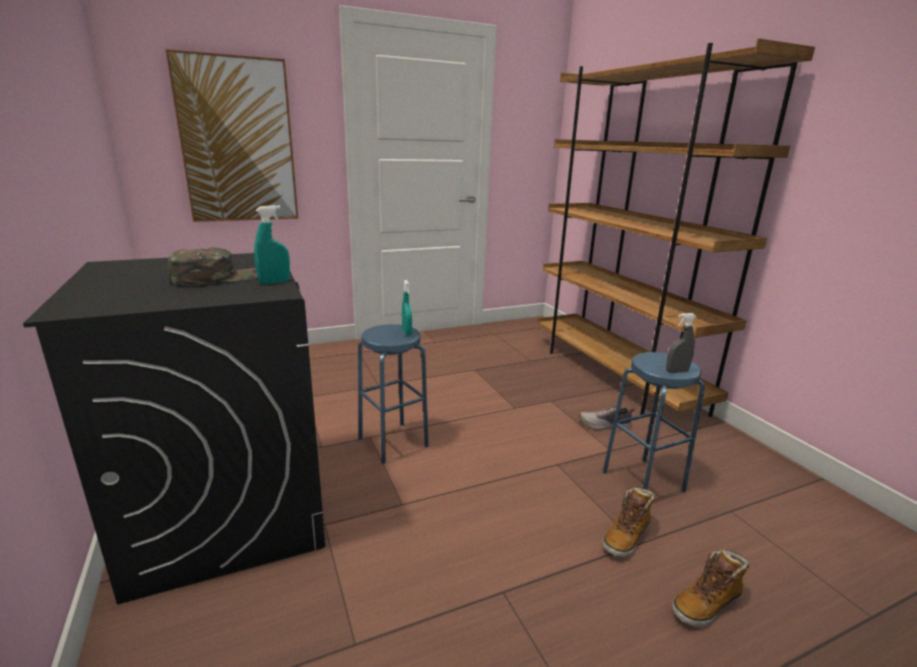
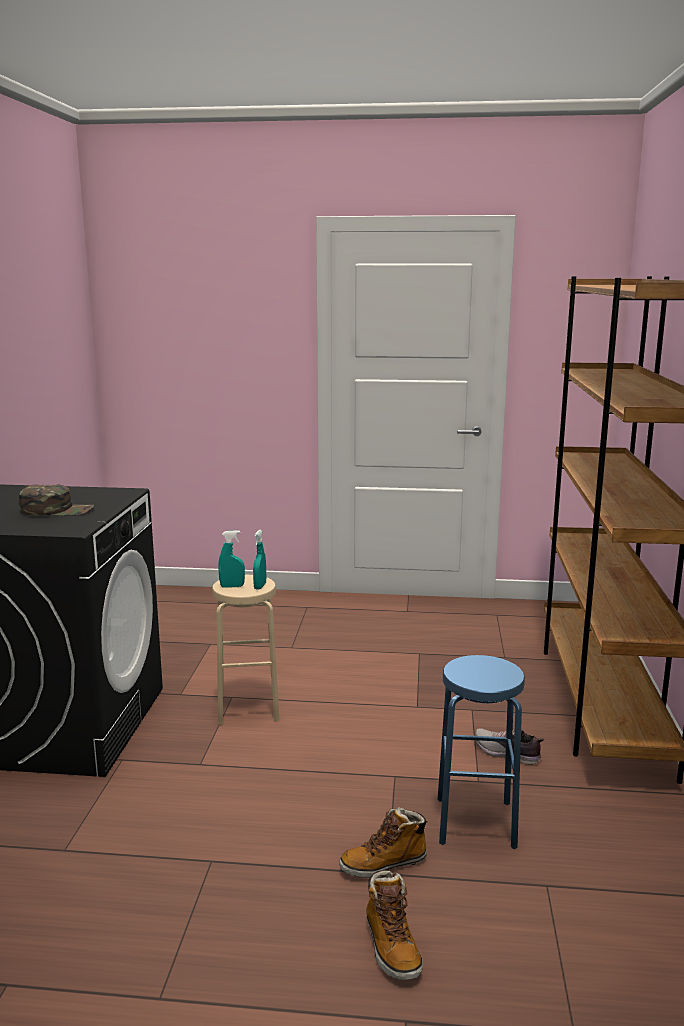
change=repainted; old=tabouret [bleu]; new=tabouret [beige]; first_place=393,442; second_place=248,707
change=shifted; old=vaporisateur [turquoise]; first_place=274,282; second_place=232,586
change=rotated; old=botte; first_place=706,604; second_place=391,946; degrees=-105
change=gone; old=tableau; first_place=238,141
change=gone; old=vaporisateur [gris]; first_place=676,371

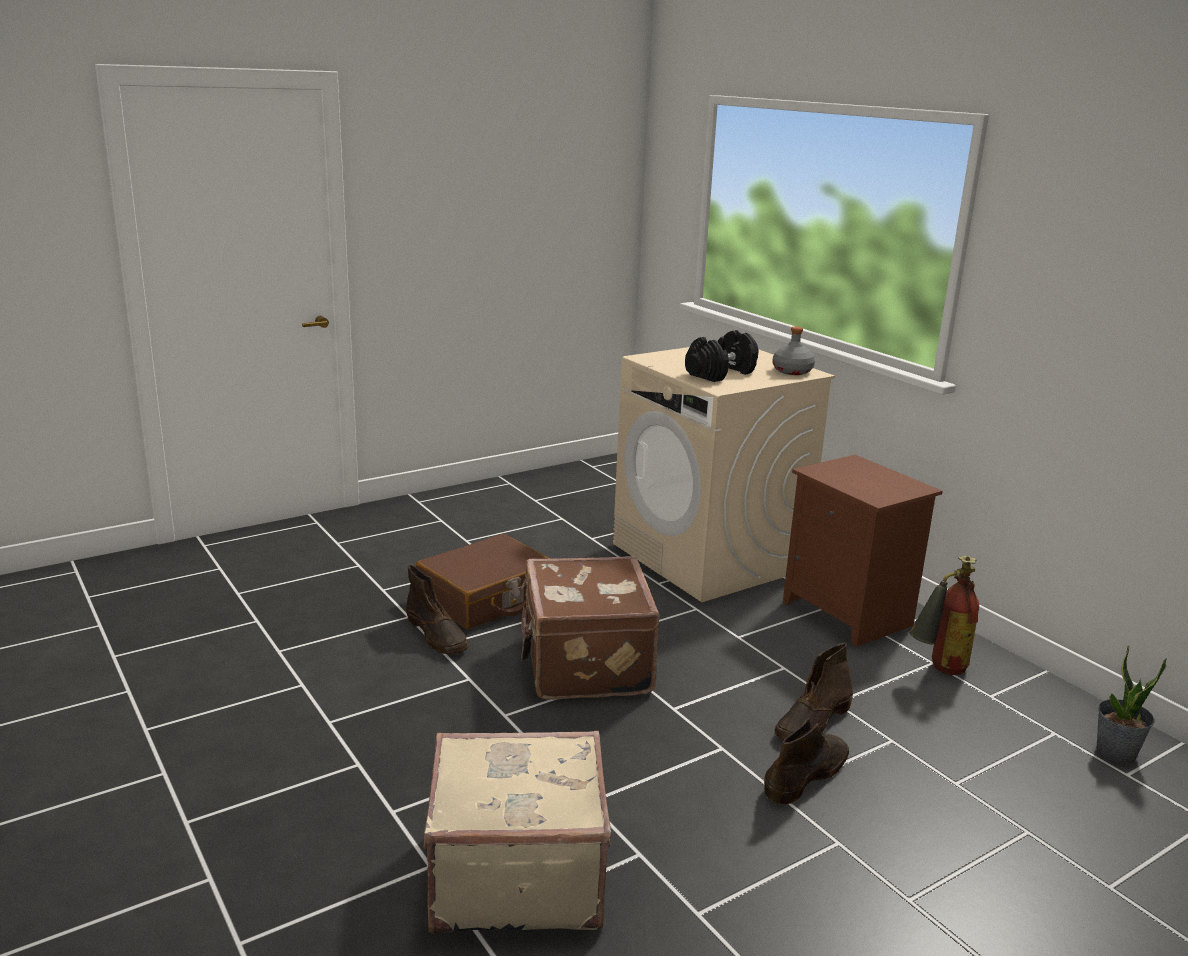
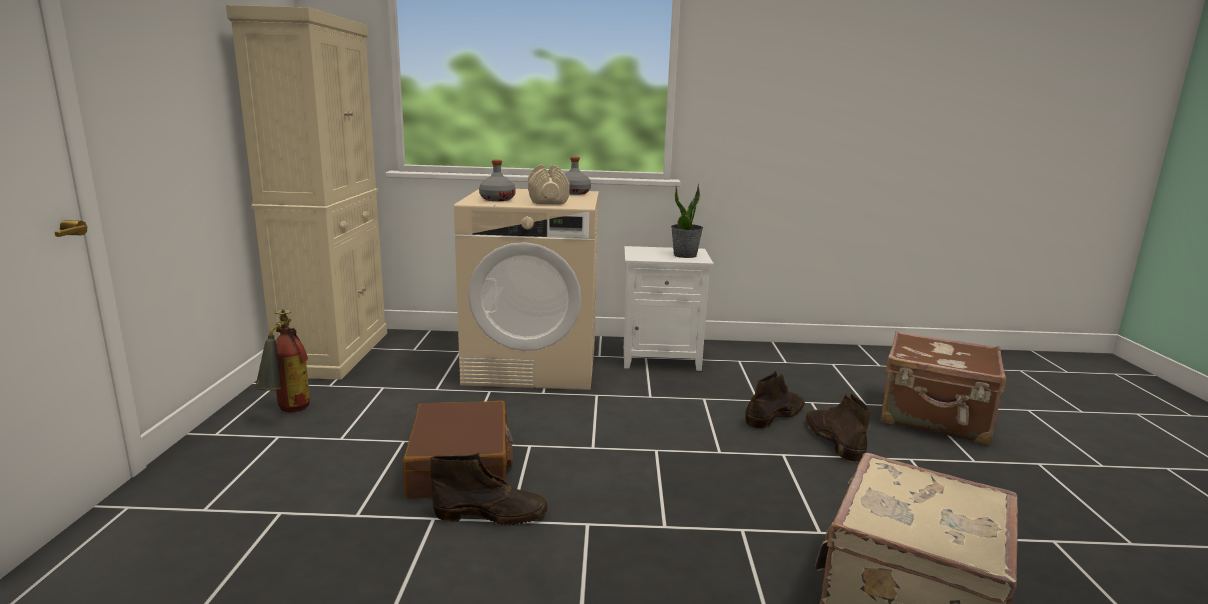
change=new; new=meuble de rangement [beige]; second_place=335,353
change=shifted; old=extincteur; first_place=937,670; second_place=287,412
change=new; new=bouteille [gris]; second_place=497,199
change=repainted; old=haltère [noir]; new=haltère [beige]; first_place=720,373; second_place=547,200
change=repainted; old=table de chevet [marron]; new=table de chevet [blanc]; first_place=849,614; second_place=662,357
change=shifted; old=plante en pot; first_place=1116,752; second_place=685,255
change=rotated; old=botte [marron]; first_place=812,722; second_place=775,415; degrees=-120
change=shifted; old=valise [marron]; first_place=584,665; second_place=934,418

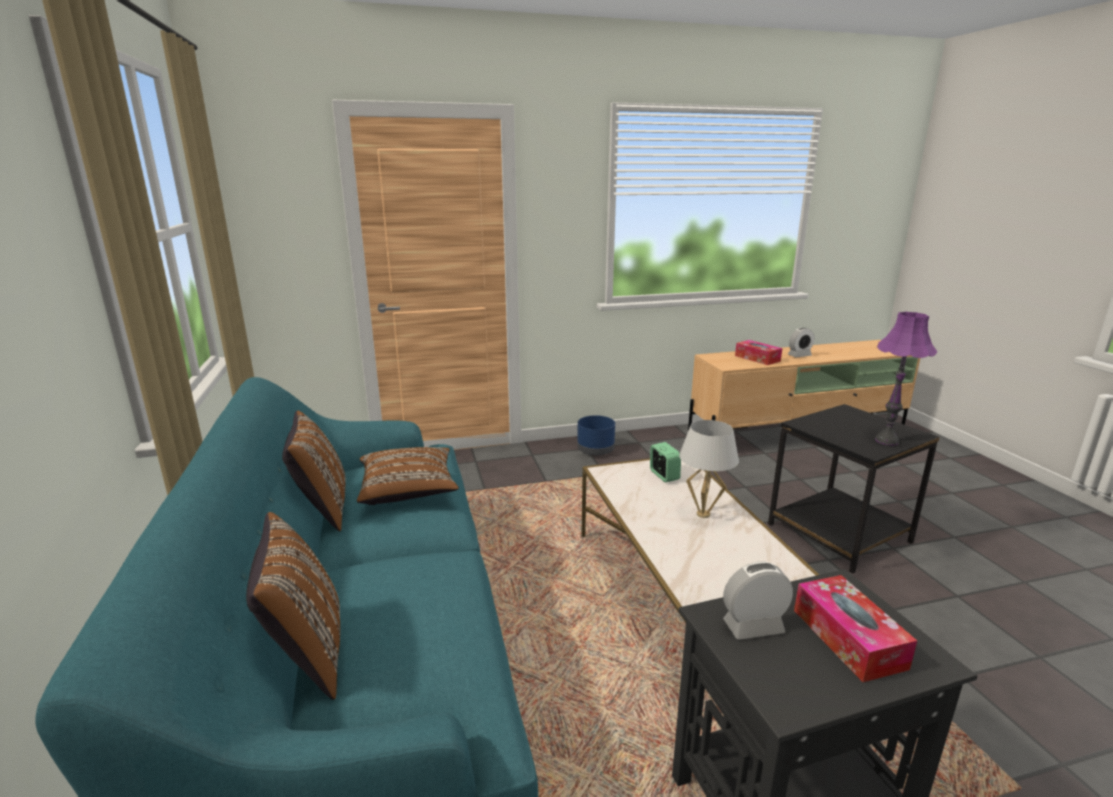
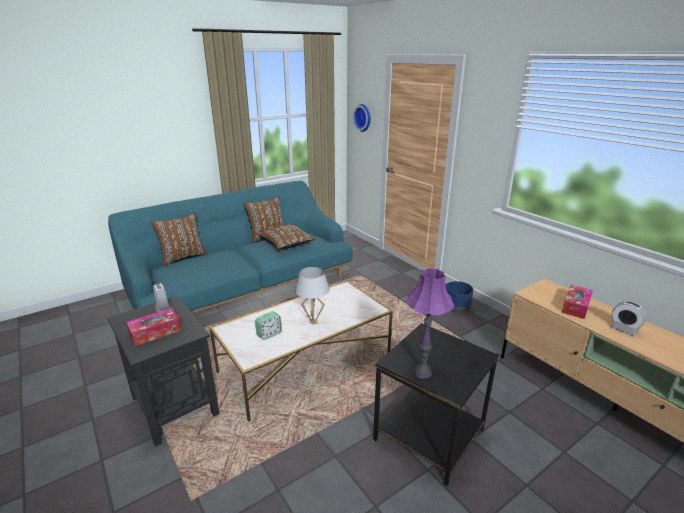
change=shifted; old=réveil; first_place=664,475; second_place=269,334
change=new; new=horloge murale; second_place=363,117

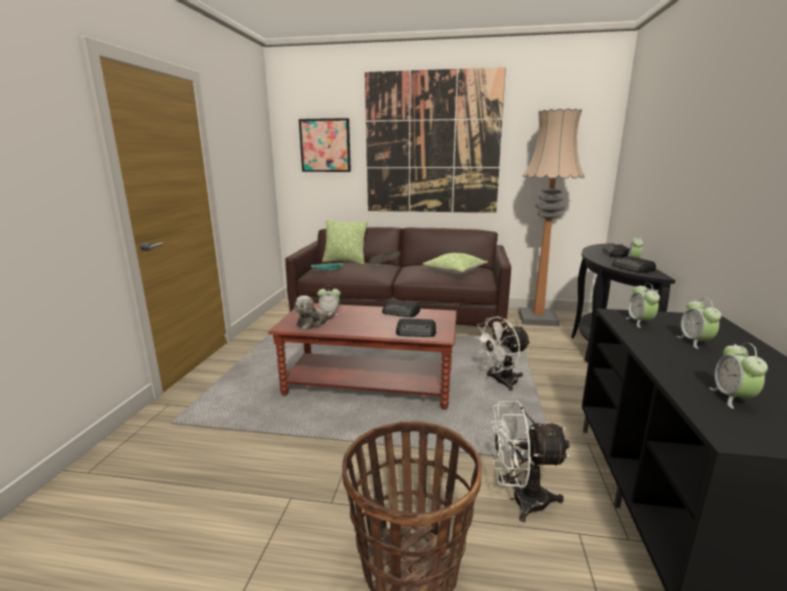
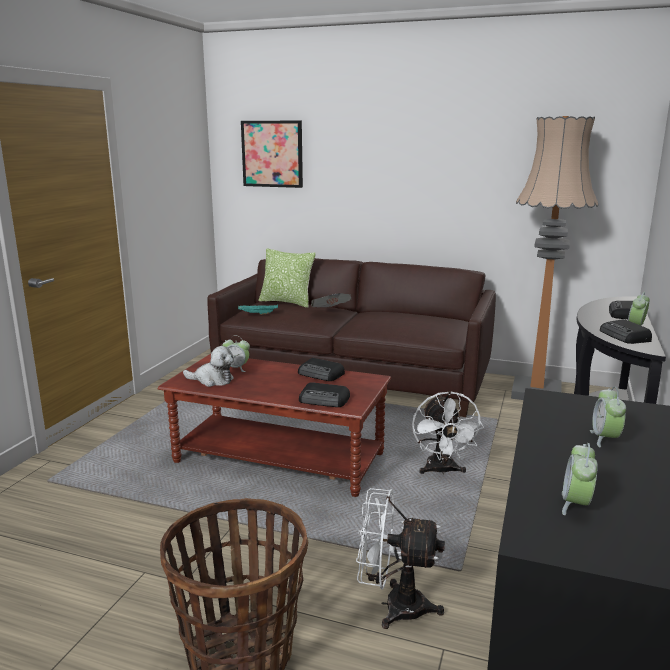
change=rotated; old=peluche; first_place=314,323; second_place=212,380; degrees=-135
change=rotated; old=ventilateur [blanc]; first_place=501,382; second_place=441,471; degrees=-75
change=gone; old=tableau; first_place=432,144
change=gone; old=coussin; first_place=454,271
change=gone; old=réveil; first_place=639,322

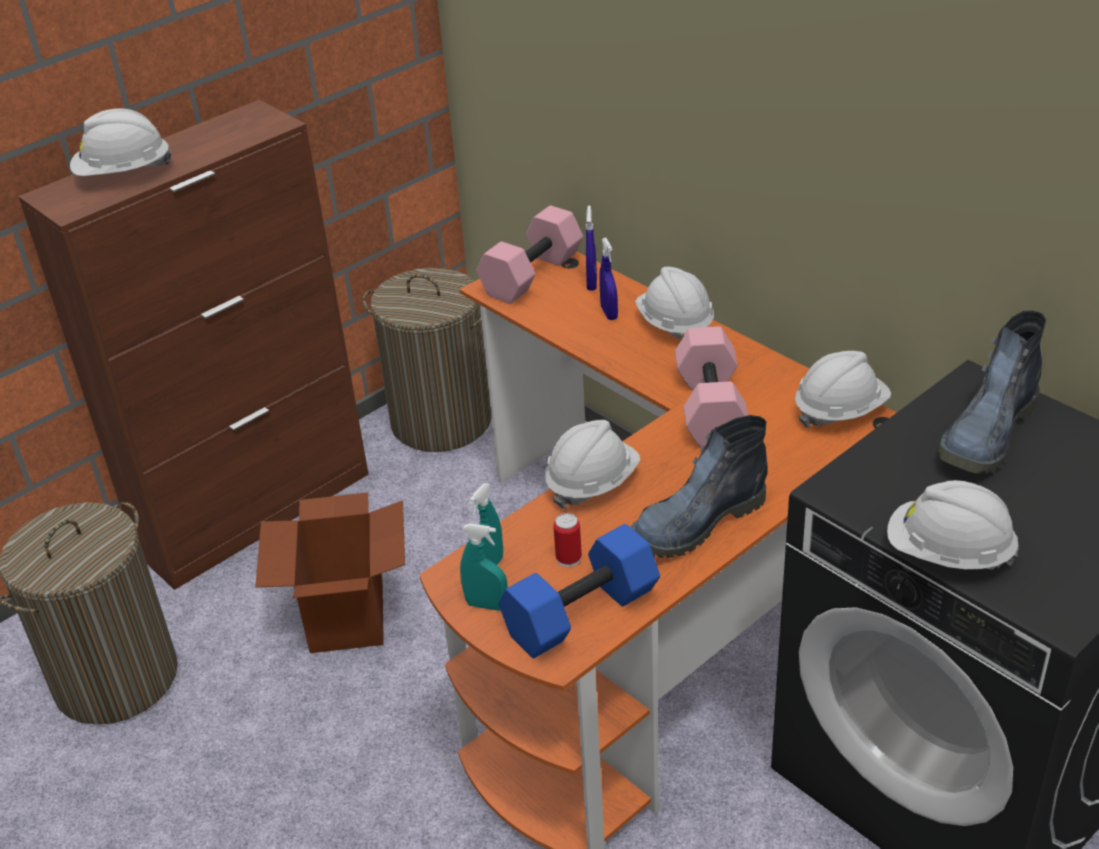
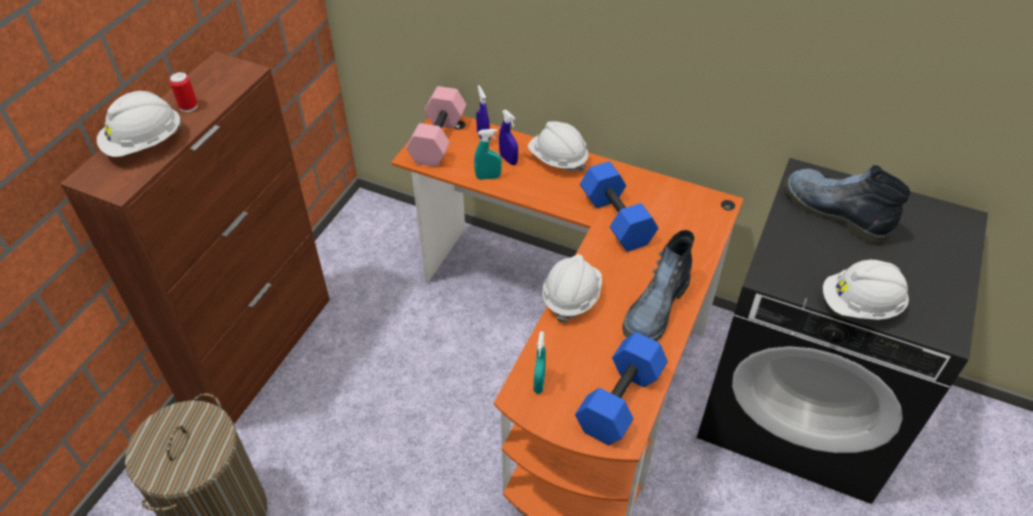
change=shifted; old=boîte métallique; first_place=568,558; second_place=188,106
change=shifted; old=vaporisateur [turquoise]; first_place=486,605; second_place=488,177
change=repainted; old=haltère [rose]; new=haltère [bleu]; first_place=708,408; second_place=614,219
change=rotated; old=botte; first_place=987,436; second_place=833,212; degrees=120
change=gone; old=carton; first_place=346,615
change=gone; old=panier à linge; first_place=441,421
change=gone; old=casque de chantier [blanc]; first_place=840,411

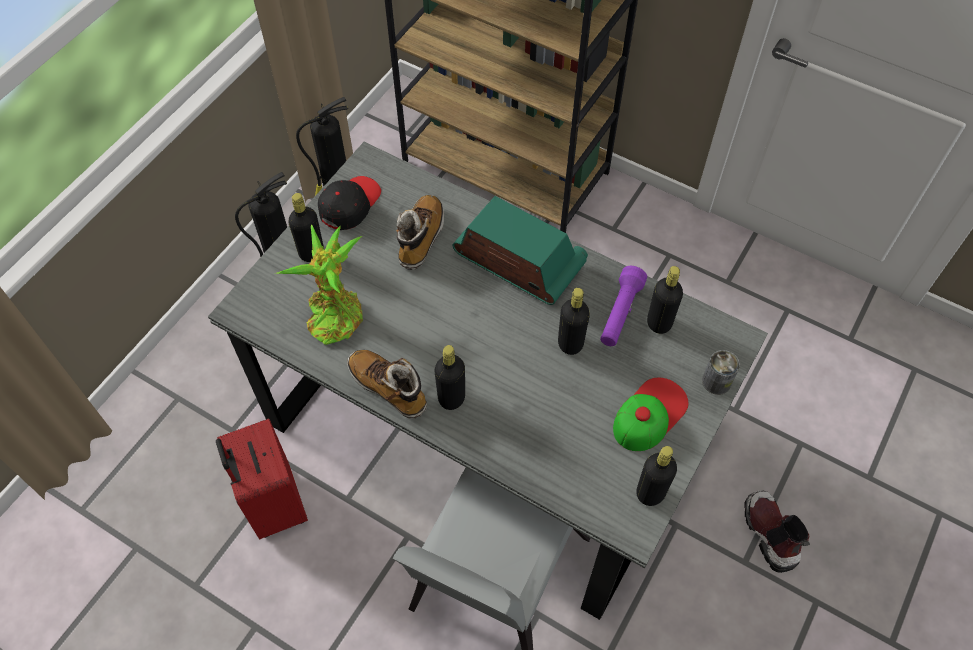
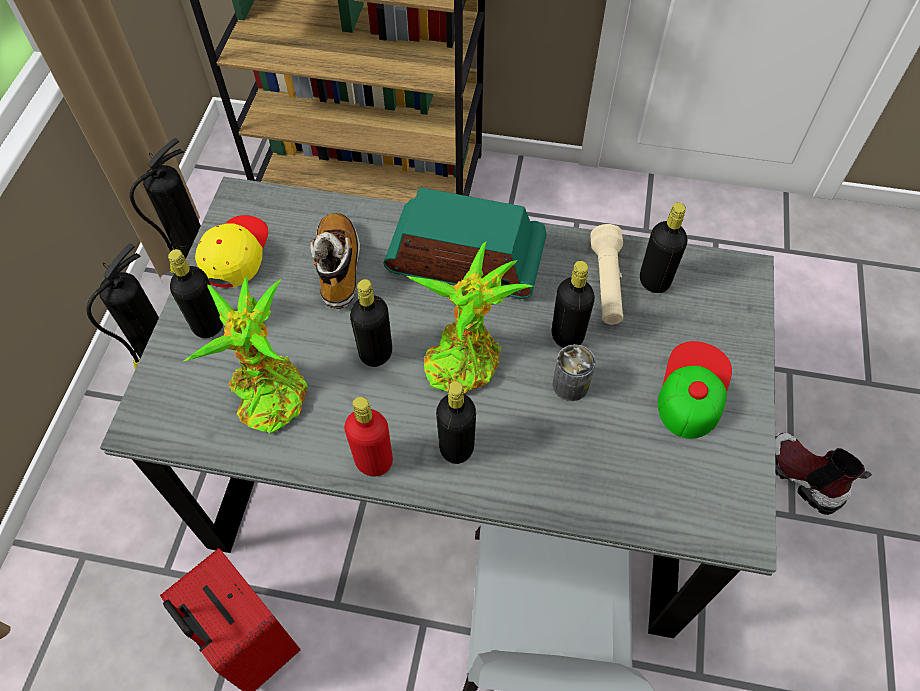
change=repainted; old=casquette [noir]; new=casquette [jaune]; first_place=349,205; second_place=235,254
change=swapped; old=botte; new=bouteille [rouge]; first_place=389,388; second_place=374,461
change=shifted; old=bouteille [noir]; first_place=650,493; second_place=376,353
change=new; new=plante en pot; second_place=465,356
change=shifted; old=boîte métallique; first_place=716,381; second_place=570,385
change=repainted; old=lampe de poche [violet]; new=lampe de poche [beige]; first_place=620,313; second_place=607,284

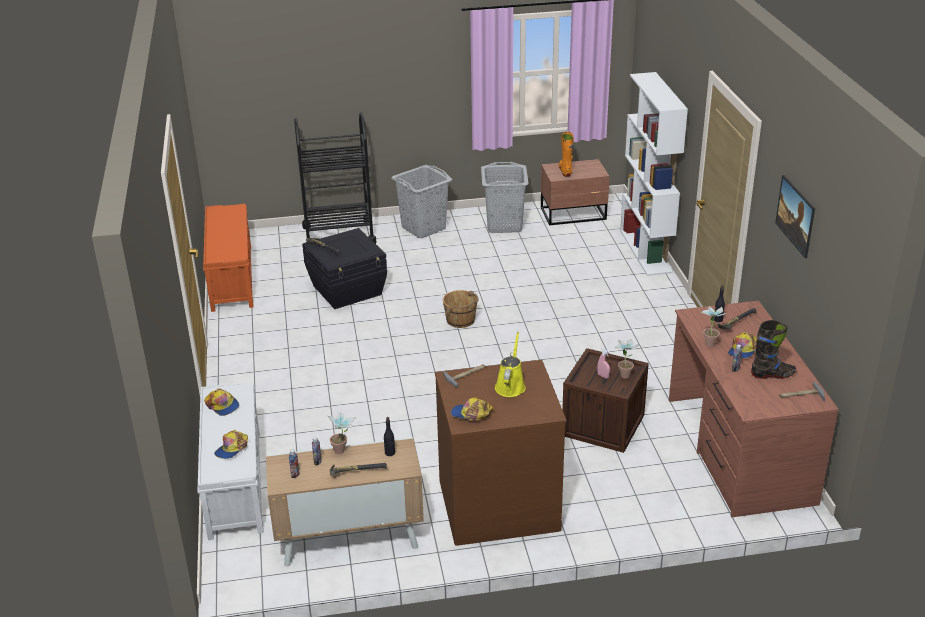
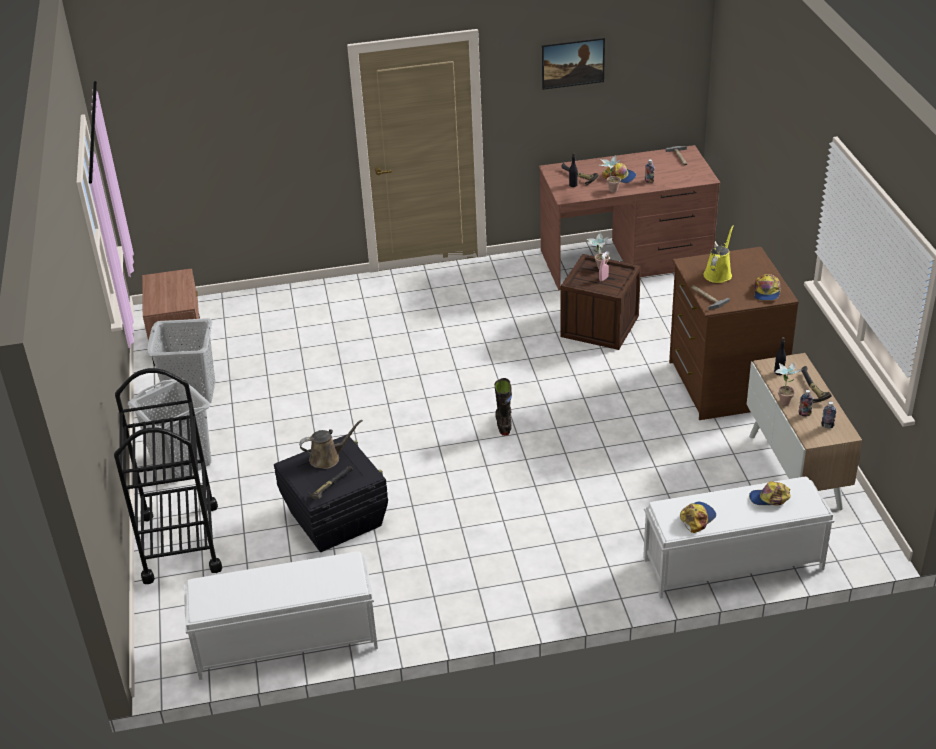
change=repainted; old=banc [orange]; new=banc [blanc]; first_place=232,277; second_place=285,642
change=new; new=arrosoir [marron]; second_place=328,458
change=shifted; old=botte [noir]; first_place=772,375; second_place=503,424
change=rotated; old=arrosoir [jaune]; first_place=510,386; second_place=718,273; degrees=105
change=rotated; old=casquette; first_place=232,448; second_place=769,498; degrees=150
change=gone; old=seau [marron]; first_place=461,320
change=gone; old=botte [orange]; first_place=565,171
change=gone; old=bibliothèque [blanc]; first_place=646,251

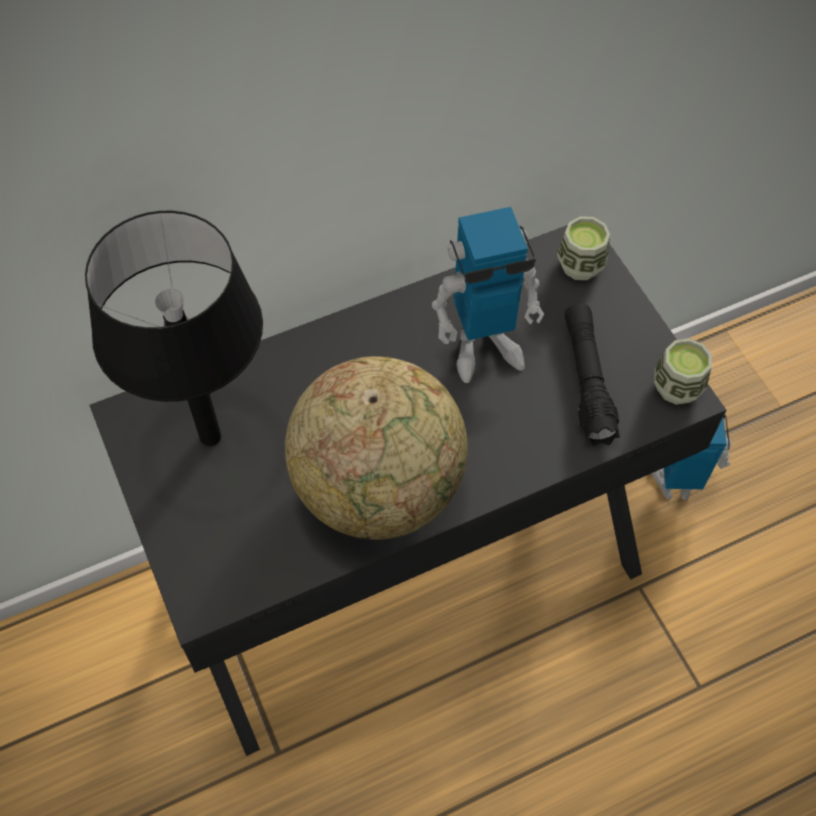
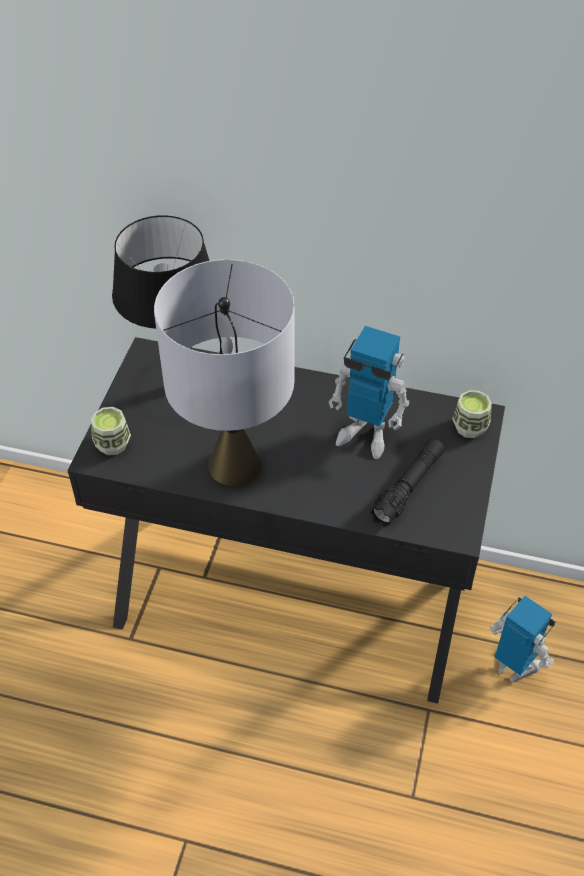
change=shifted; old=tasse; first_place=677,387; second_place=112,444
change=swapped; old=globe; new=lampe de table [gris]; first_place=379,487; second_place=235,465

